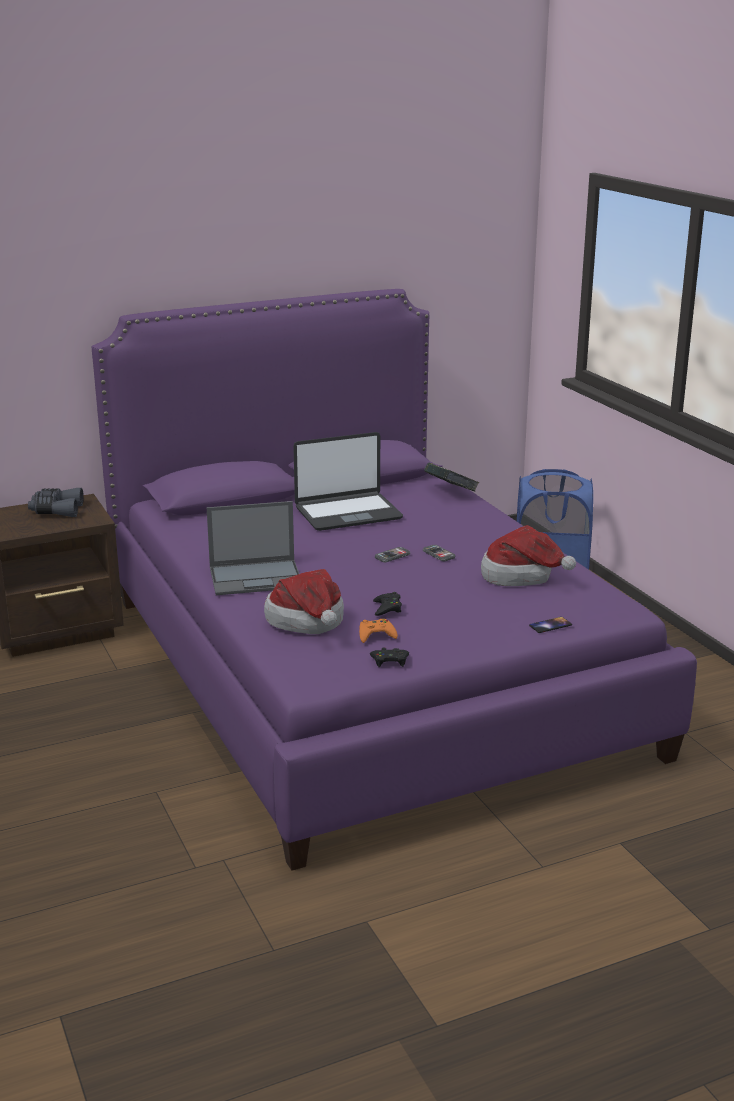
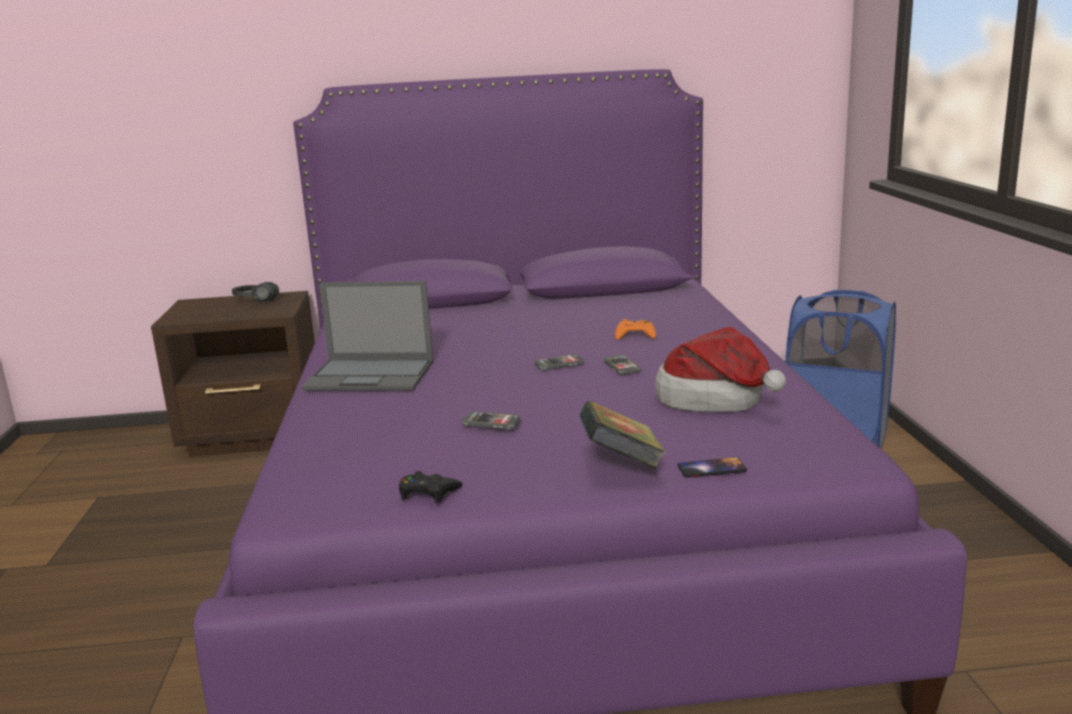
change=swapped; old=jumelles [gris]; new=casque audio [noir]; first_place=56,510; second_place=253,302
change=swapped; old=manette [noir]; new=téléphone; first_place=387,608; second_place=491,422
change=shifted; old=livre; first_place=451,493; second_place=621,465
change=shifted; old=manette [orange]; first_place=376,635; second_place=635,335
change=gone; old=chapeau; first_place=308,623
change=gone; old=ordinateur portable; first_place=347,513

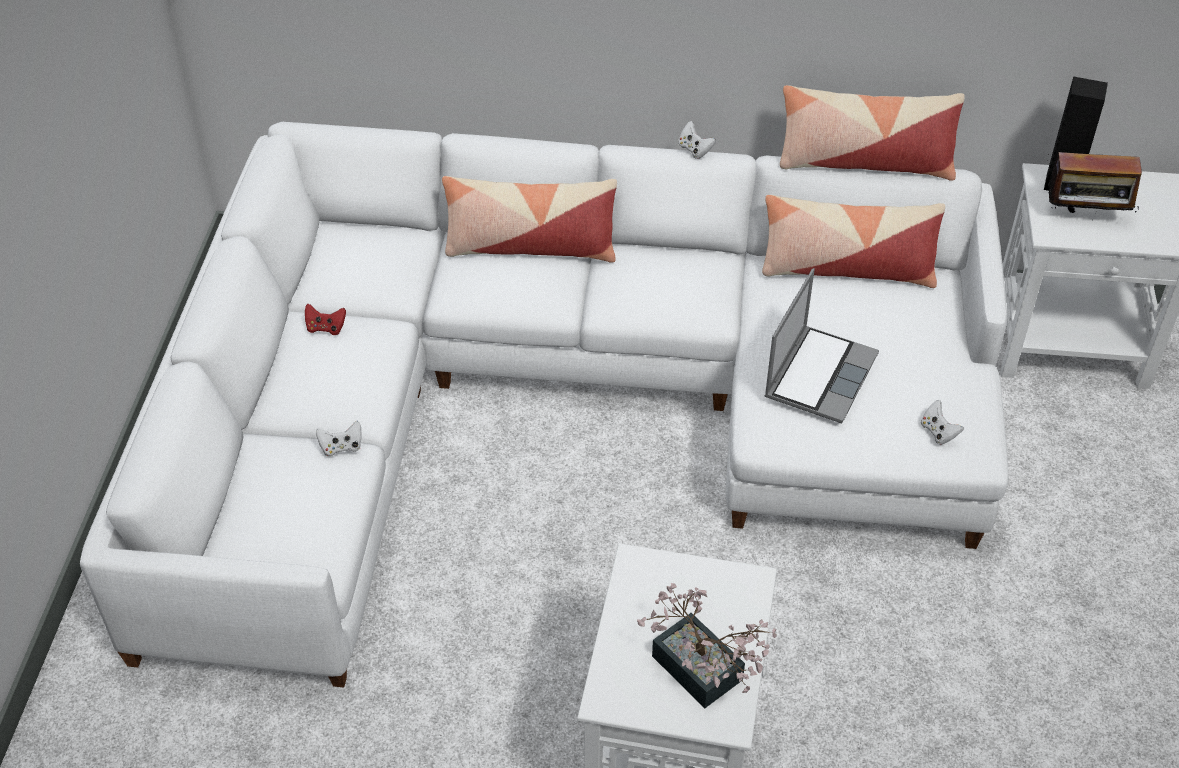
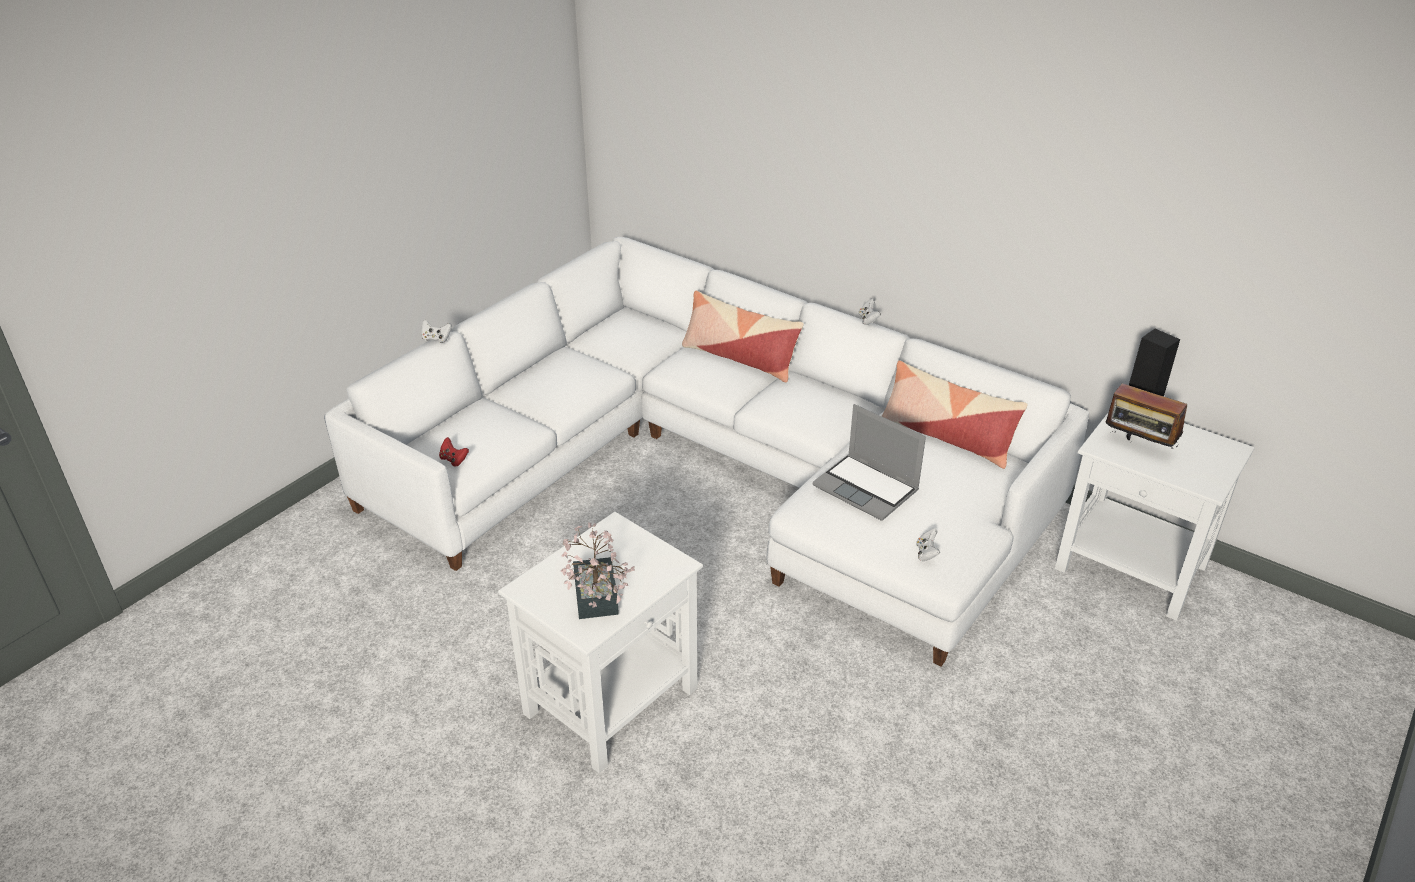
change=shifted; old=manette [blanc]; first_place=341,447; second_place=436,339
change=shifted; old=manette [rouge]; first_place=326,328; second_place=454,460
change=rotated; old=ordinateur portable; first_place=819,375; second_place=867,488; degrees=75
change=gone; old=coussin; first_place=864,162

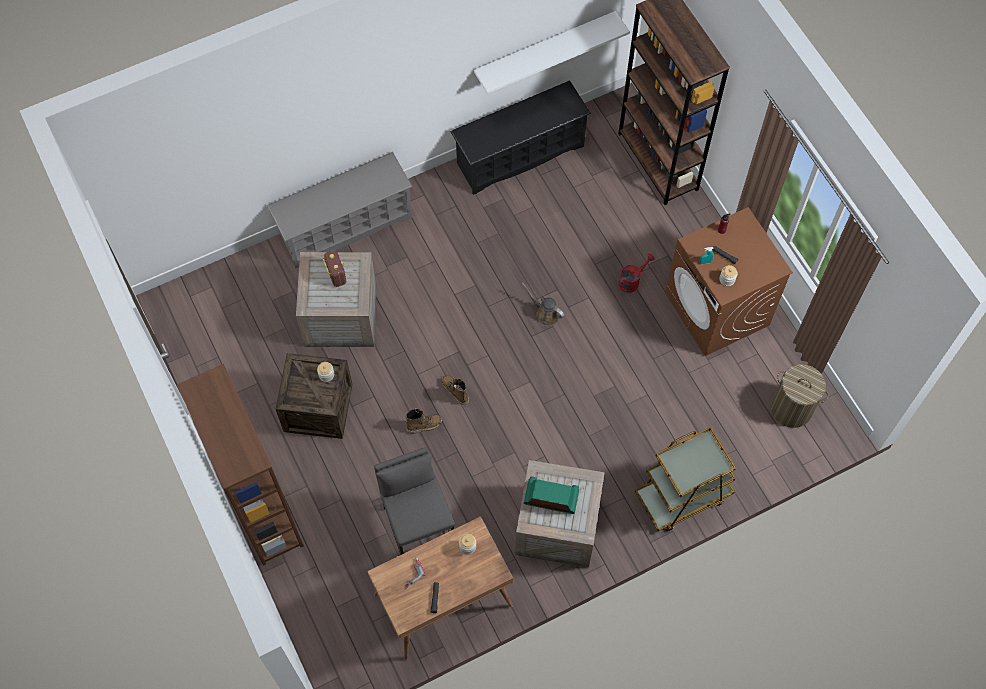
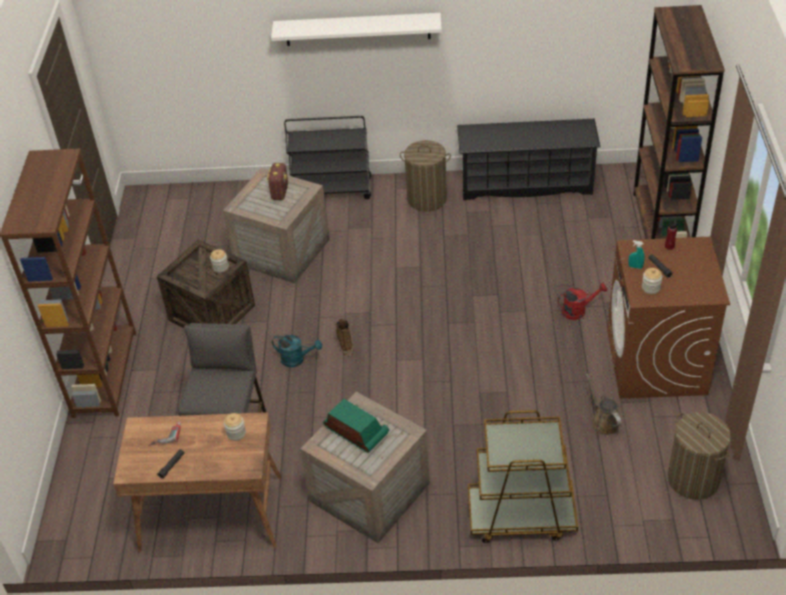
change=shifted; old=étagère [blanc]; first_place=545,48; second_place=357,29
change=swapped; old=botte; new=arrosoir [turquoise]; first_place=424,425; second_place=297,359
change=swapped; old=étagère à chaussures [gris]; new=chariot [noir]; first_place=345,226; second_place=332,190
change=new; new=panier à linge; second_place=427,199
change=shifted; old=arrosoir [marron]; first_place=545,314; second_place=603,422

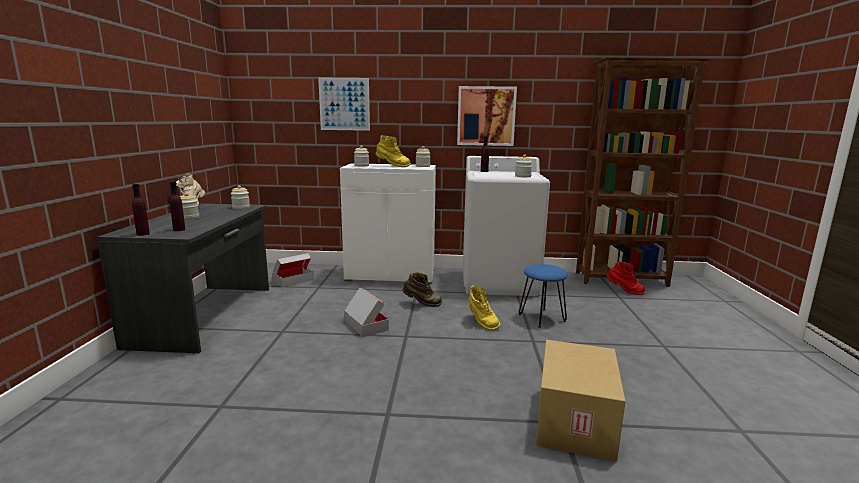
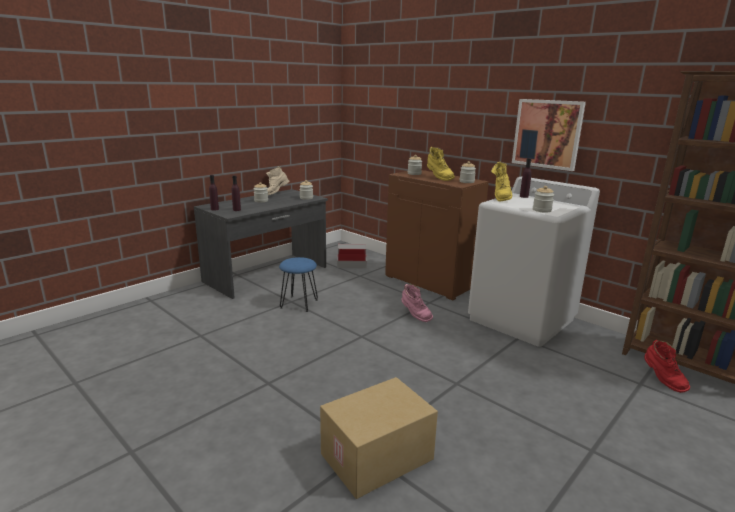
change=shifted; old=tabouret [bleu]; first_place=542,318; second_place=299,304
change=repainted; old=meuble de rangement [blanc]; new=meuble de rangement [marron]; first_place=391,274; second_place=431,281
change=repainted; old=botte [marron]; new=botte [rose]; first_place=422,304; second_place=415,315
change=shifted; old=botte [jaune]; first_place=482,323; second_place=501,198
change=gone; old=tableau; first_place=344,104
change=gone; old=carton; first_place=365,325

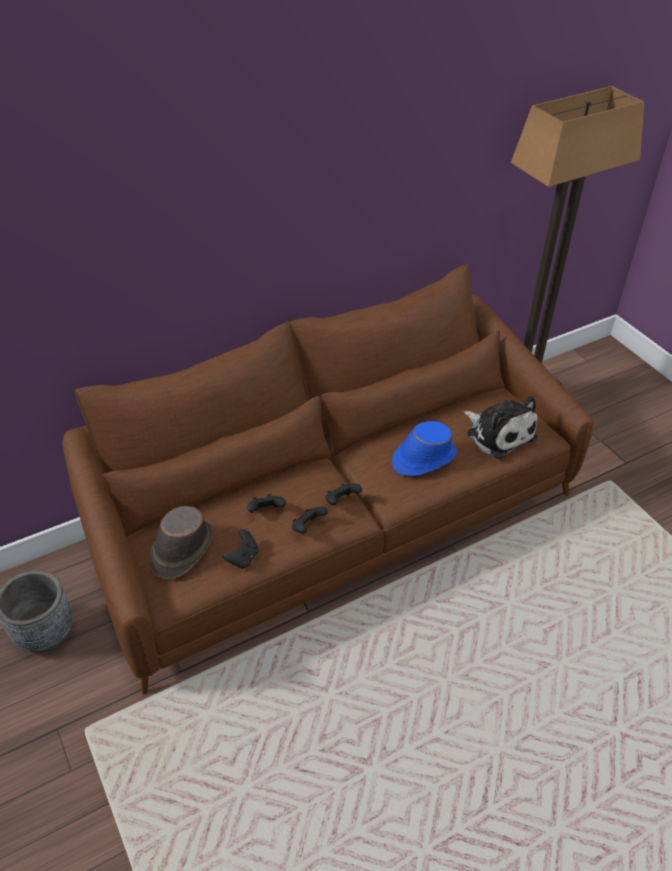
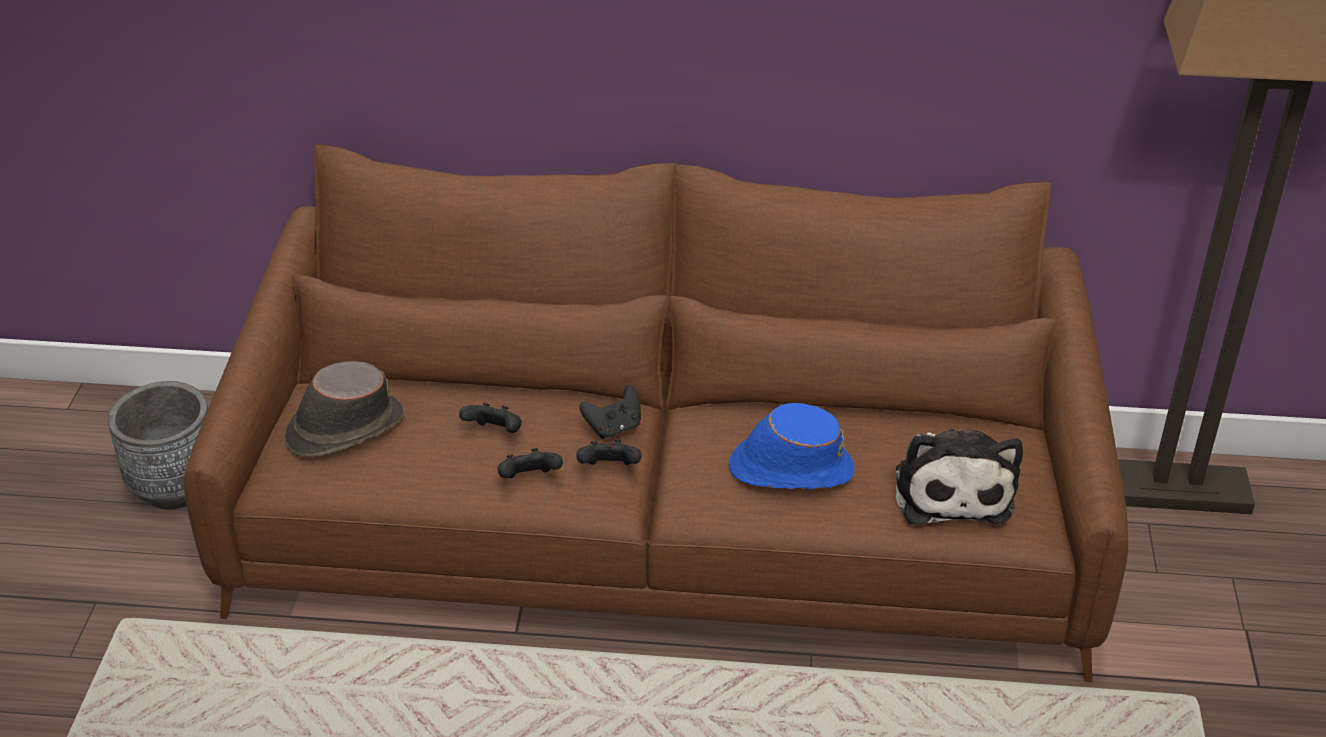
change=shifted; old=manette [noir]; first_place=243,558; second_place=614,428

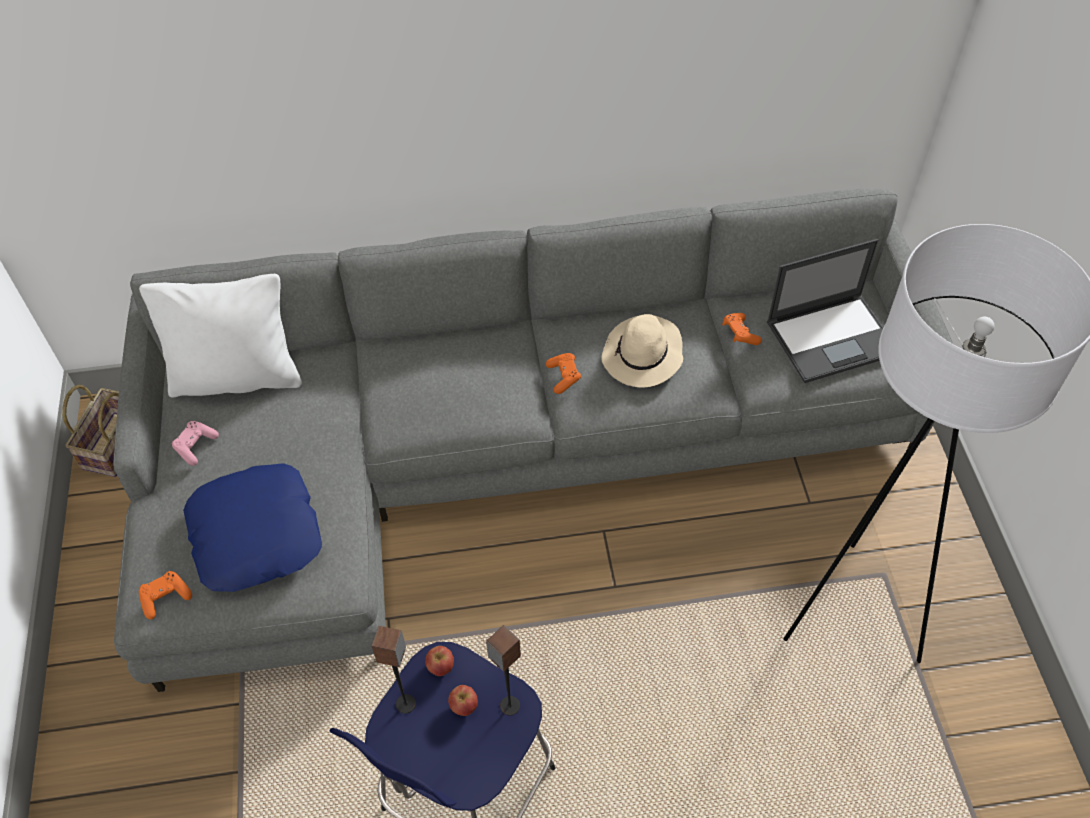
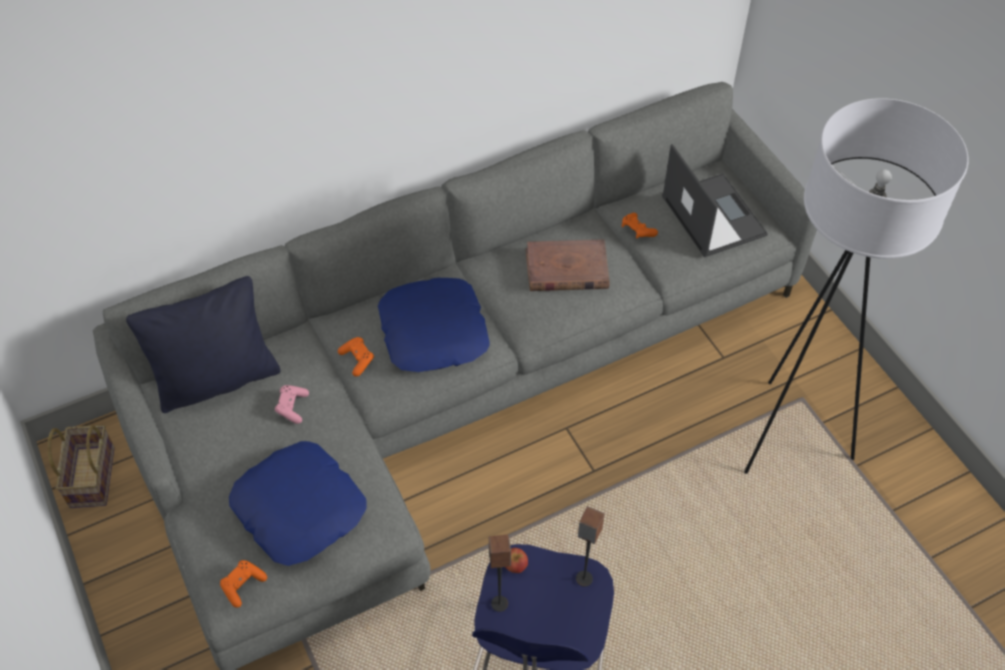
change=repainted; old=coussin [blanc]; new=coussin [noir]; first_place=237,377; second_place=217,379
change=shifted; old=manette [rose]; first_place=196,446; second_place=292,407
change=shifted; old=manette [orange]; first_place=564,377; second_place=357,360
change=new; new=coussin [bleu]; second_place=434,332
change=swapped; old=chapeau [beige]; new=livre [marron]; first_place=643,356; second_place=566,269
change=rotated; old=ordinateur portable; first_place=833,337; second_place=712,215; degrees=-75
change=gone; old=pomme; first_place=464,706

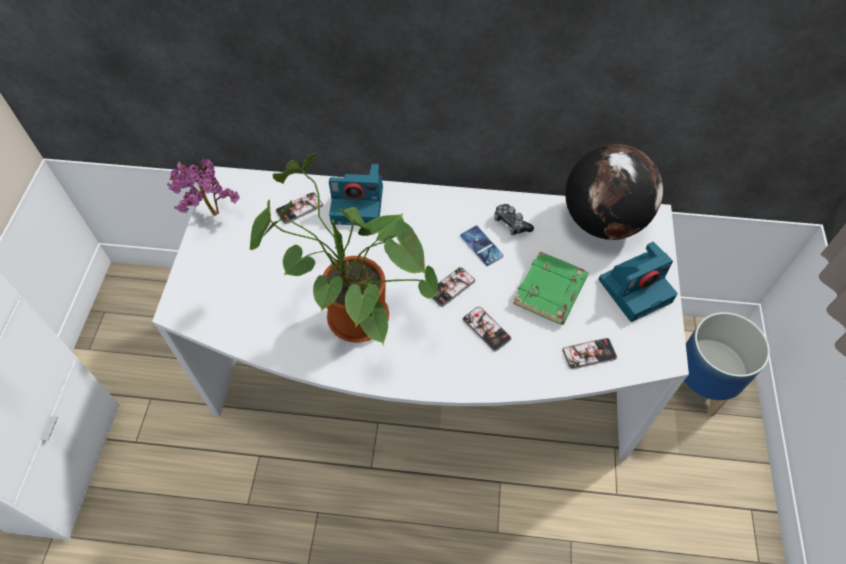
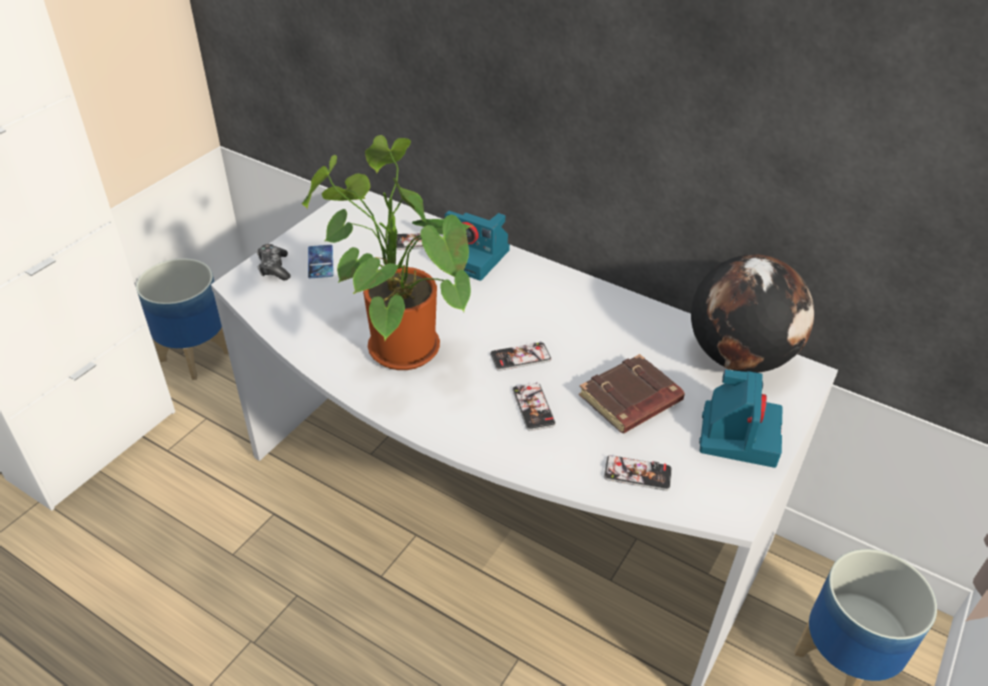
change=new; new=cache-pot; second_place=195,357
change=shifted; old=manette; first_place=511,223; second_place=274,268
change=shifted; old=téléphone; first_place=481,246; second_place=320,262
change=repainted; old=livre [vert]; new=livre [marron]; first_place=550,292; second_place=630,400
change=rotated; old=appareil photo; first_place=636,289; second_place=738,434; degrees=-75
change=gone; old=plante en pot; first_place=211,217

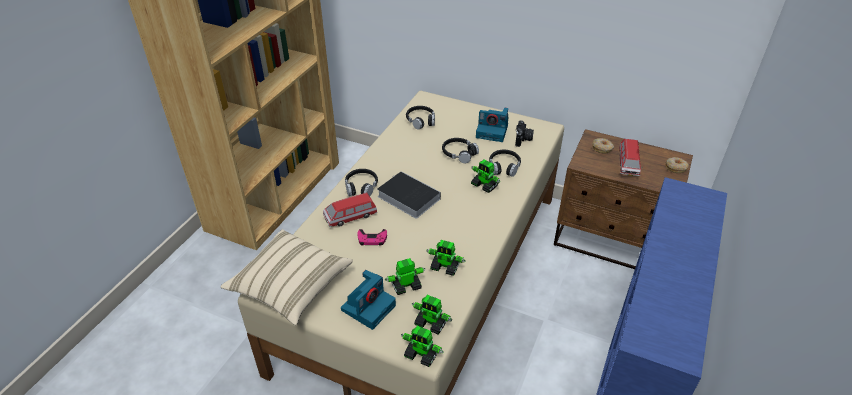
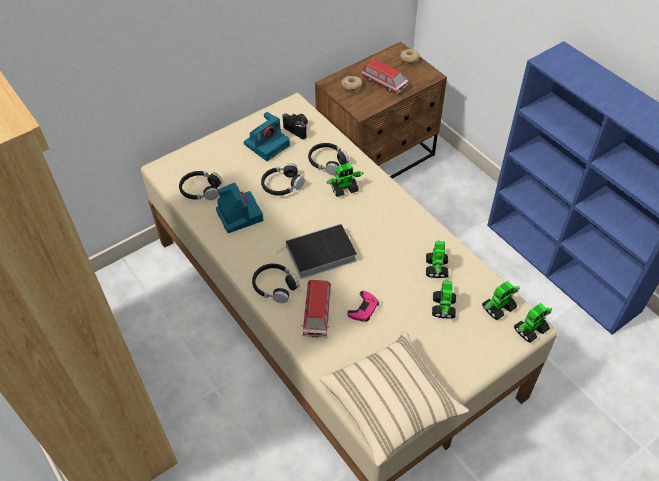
change=shifted; old=appareil photo; first_place=368,307; second_place=238,214
change=rotated; old=robot jouet; first_place=445,267; second_place=436,267; degrees=-45

